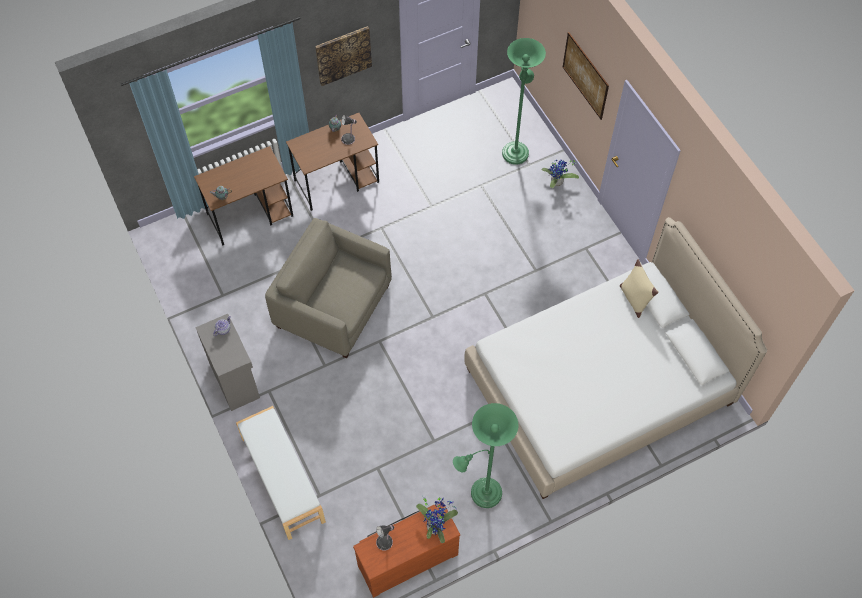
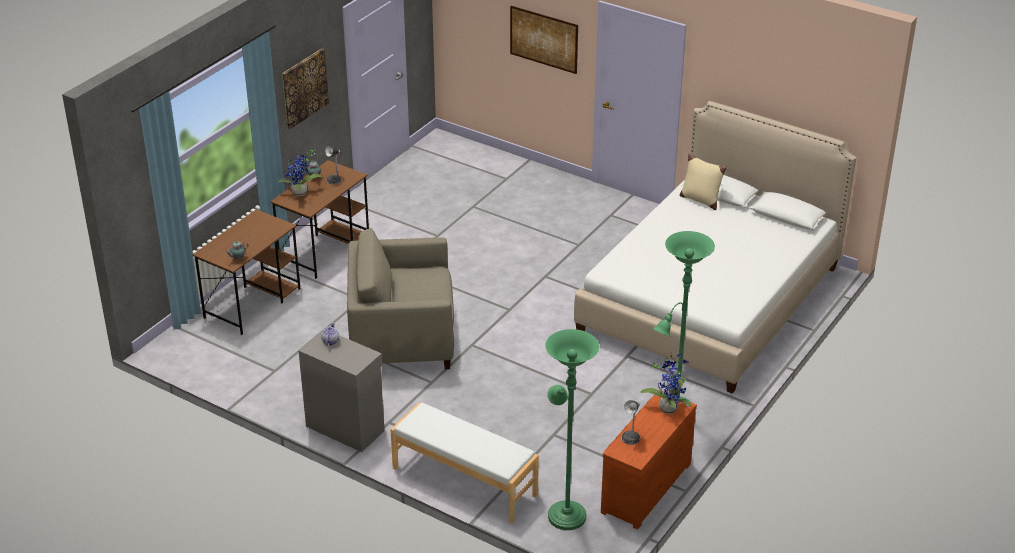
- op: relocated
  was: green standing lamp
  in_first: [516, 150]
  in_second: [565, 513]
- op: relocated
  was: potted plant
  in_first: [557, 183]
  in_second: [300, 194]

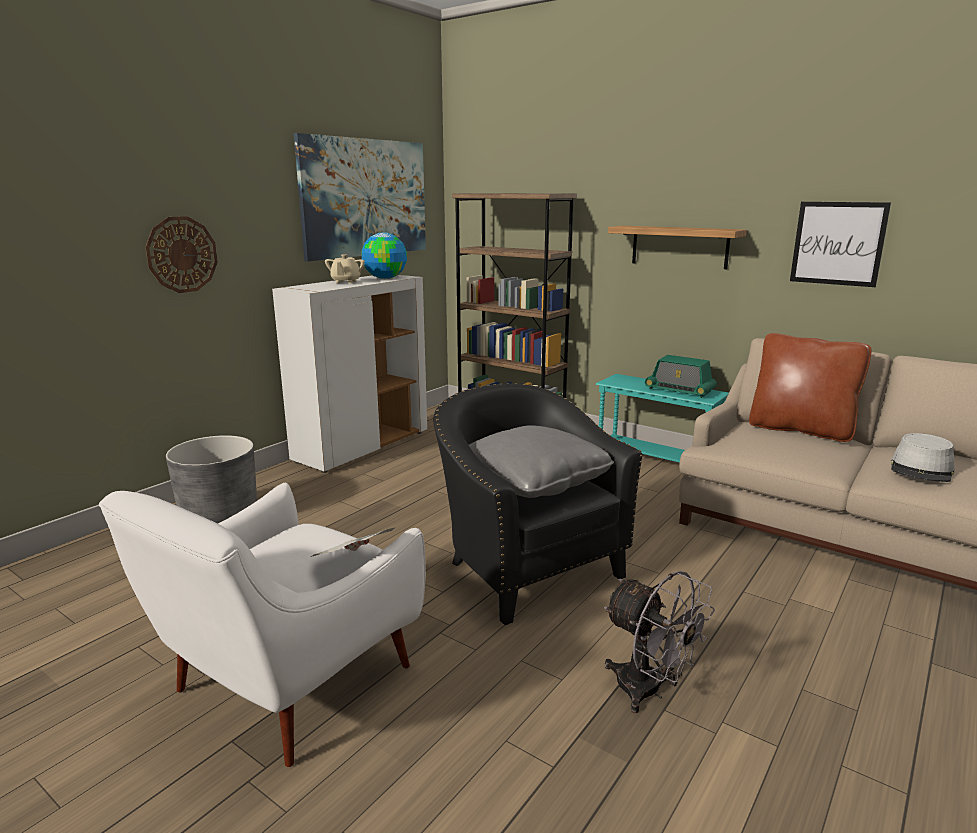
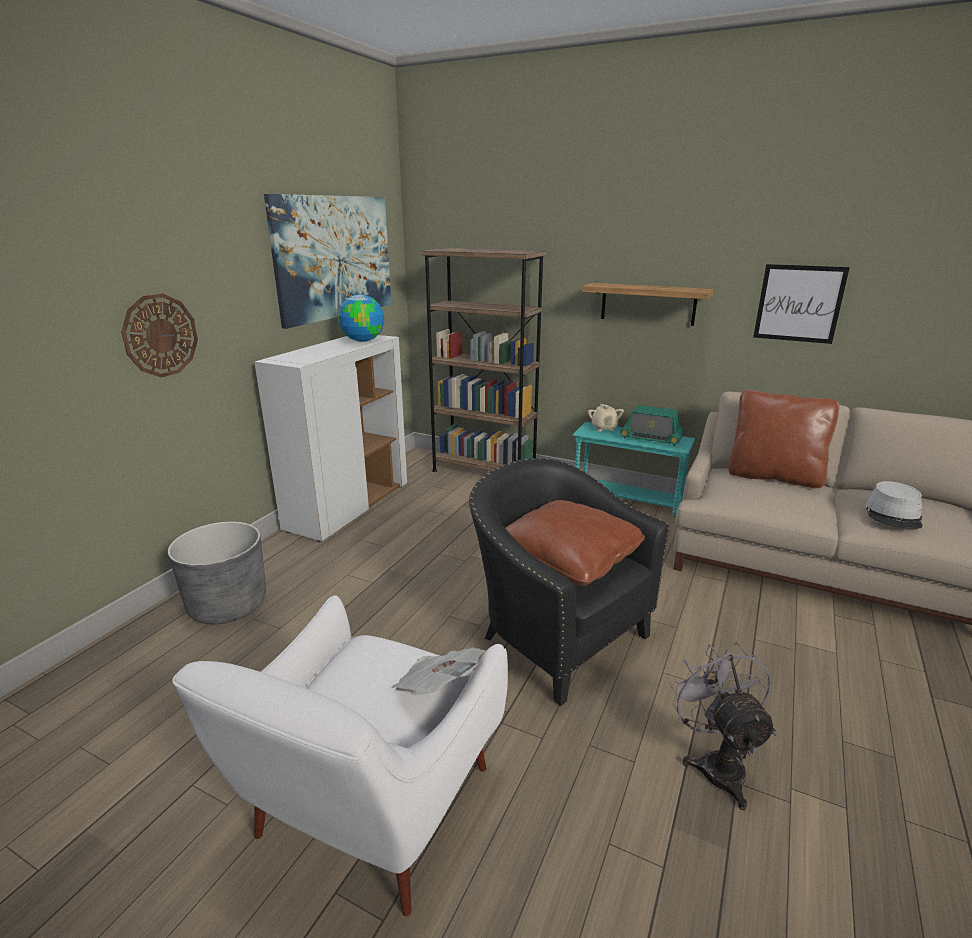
- op: relocated
  was: beige-coloured teapot
  in_first: [345, 282]
  in_second: [604, 428]
- op: colour
  was: greyish throw pillow
  now: brown throw pillow
  in_first: [533, 482]
  in_second: [568, 560]
- op: spun
  was: greyish electric fan
  in_first: [649, 691]
  in_second: [716, 764]
  clockwise: -135

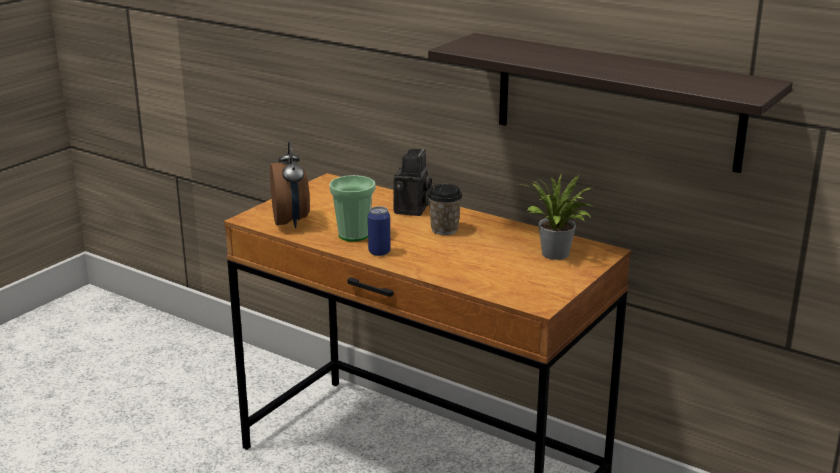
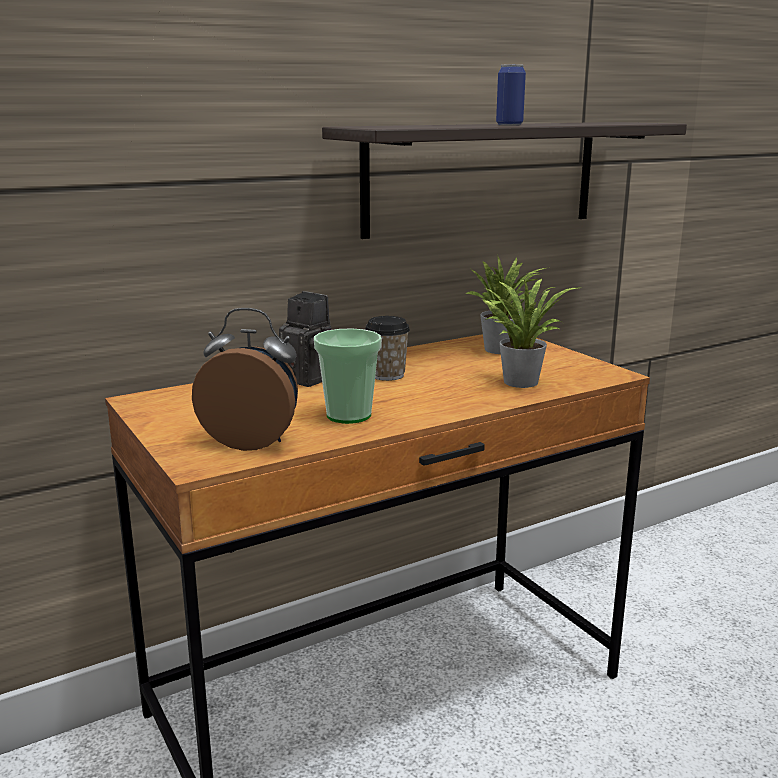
- op: relocated
  was: can
  in_first: [379, 252]
  in_second: [509, 125]
- op: appeared
  now: potted plant
  in_second: [519, 380]

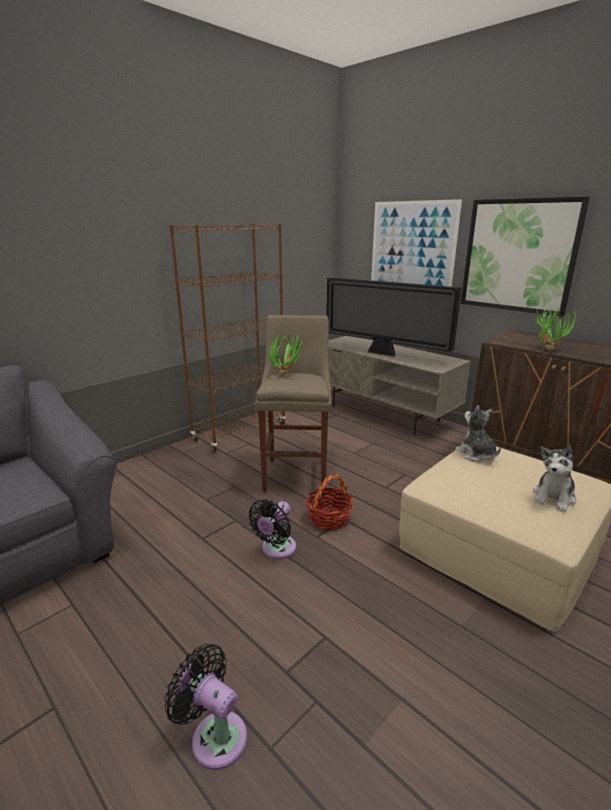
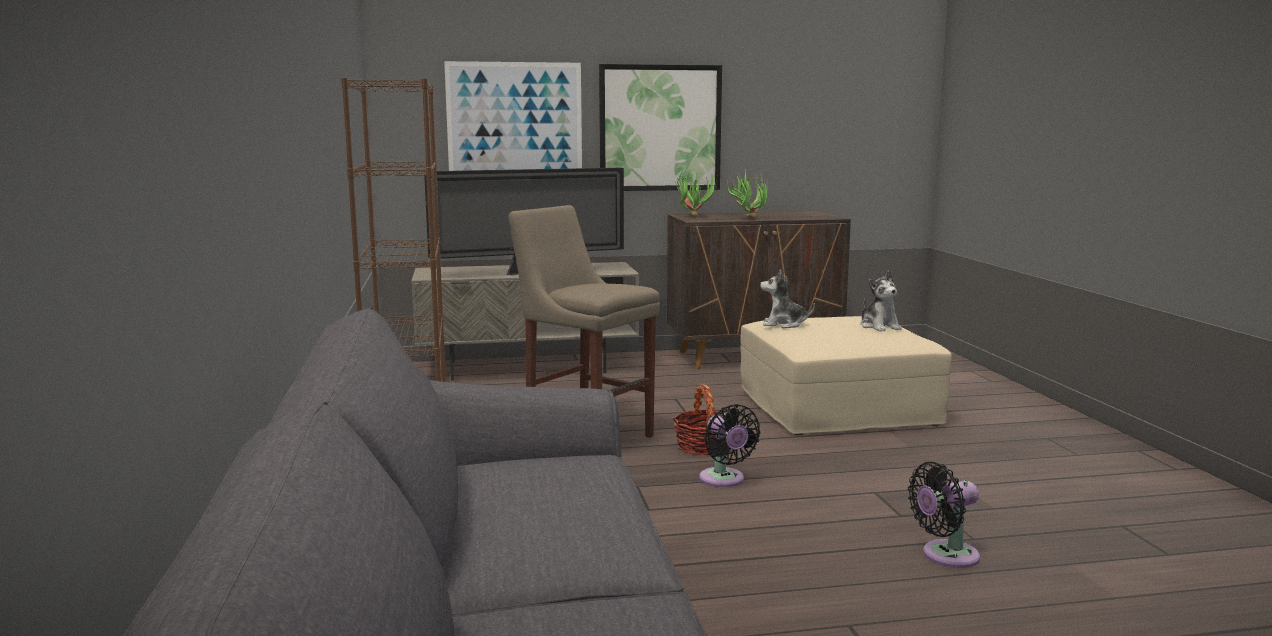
- op: relocated
  was: potted plant
  in_first: [287, 374]
  in_second: [693, 216]

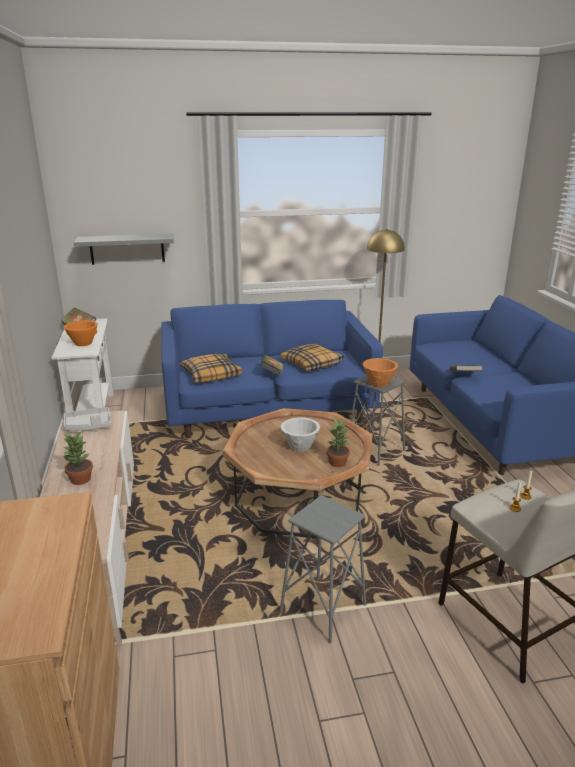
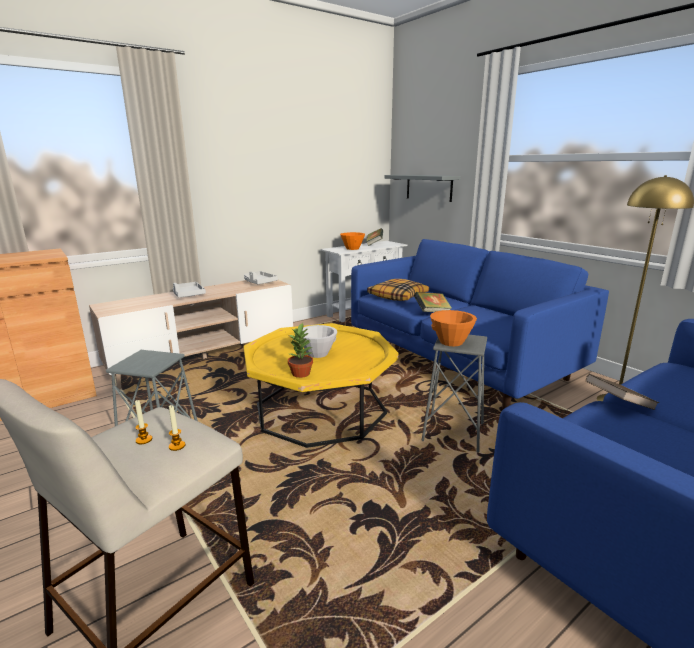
- op: exchanged
  was: potted plant
  now: greyish carrying tray
  in_first: [80, 479]
  in_second: [188, 295]
- op: colour
  was: brown coffee table
  now: yellowish coffee table
  in_first: [298, 498]
  in_second: [320, 410]
- op: missing
  was: throw pillow
  in_first: [312, 364]

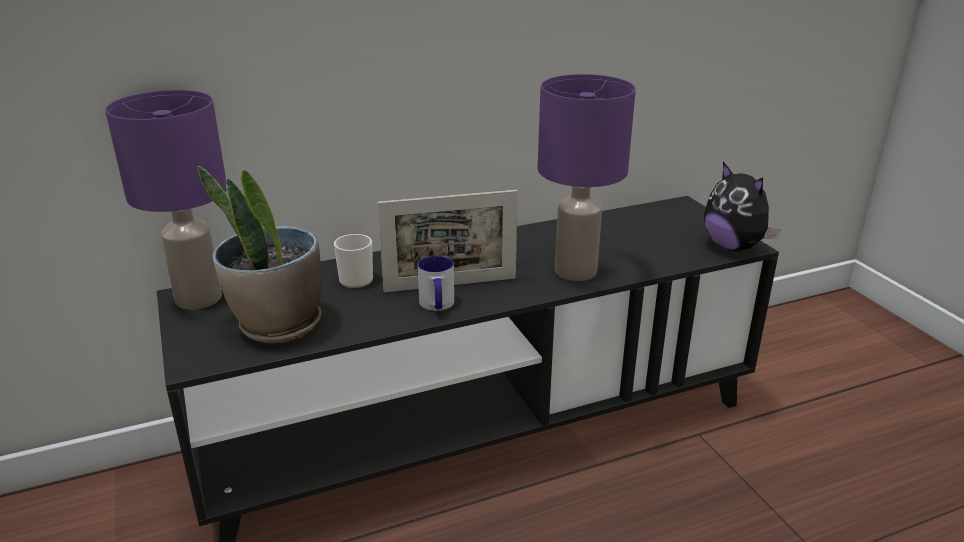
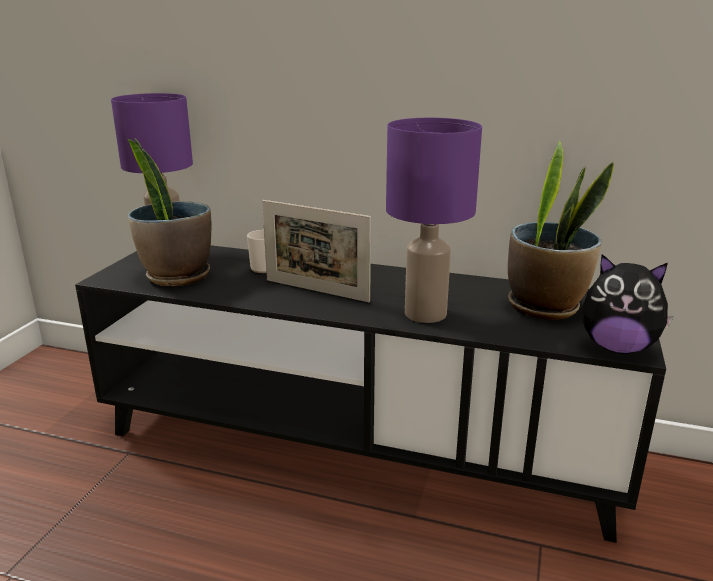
- op: missing
  was: coffee mug
  in_first: [437, 305]
- op: spun
  was: cuddly toy
  in_first: [734, 247]
  in_second: [618, 347]
  clockwise: -75
- op: appeared
  now: potted plant
  in_second: [545, 306]

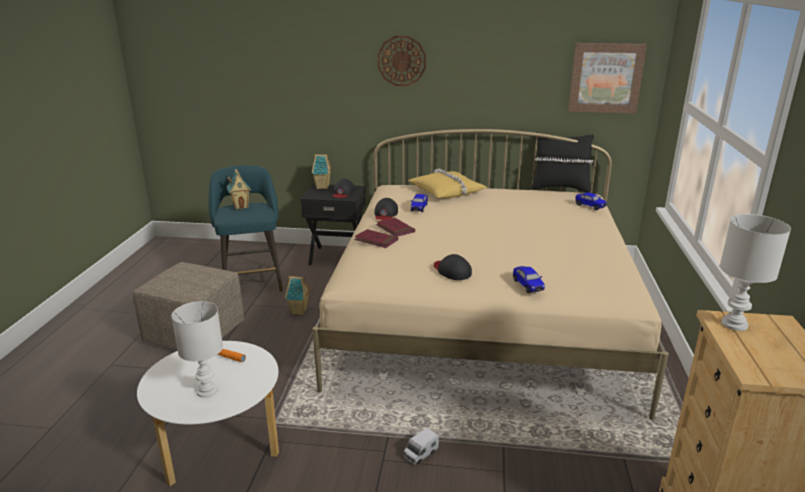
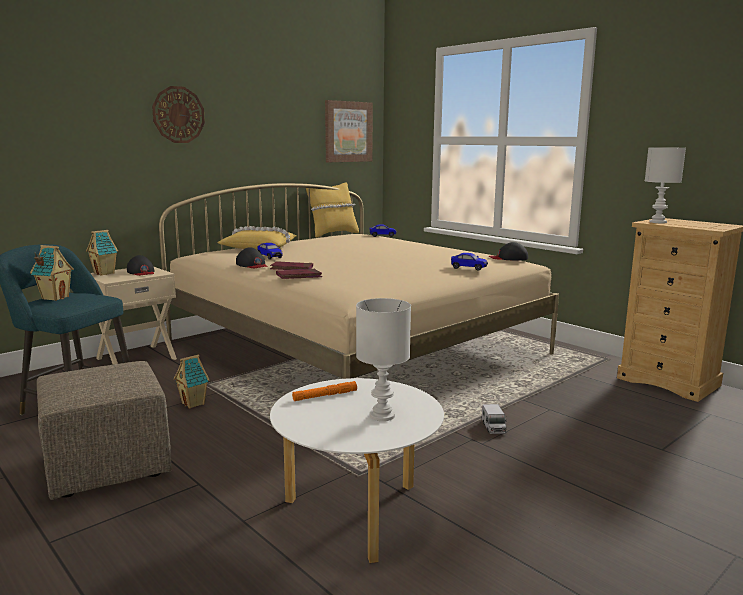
- op: colour
  was: black night table
  now: beige-coloured night table
  in_first: [337, 256]
  in_second: [136, 358]
- op: relocated
  was: black peaked cap
  in_first: [452, 271]
  in_second: [509, 258]
- op: colour
  was: black throw pillow
  now: yellowish throw pillow
  in_first: [560, 188]
  in_second: [332, 234]

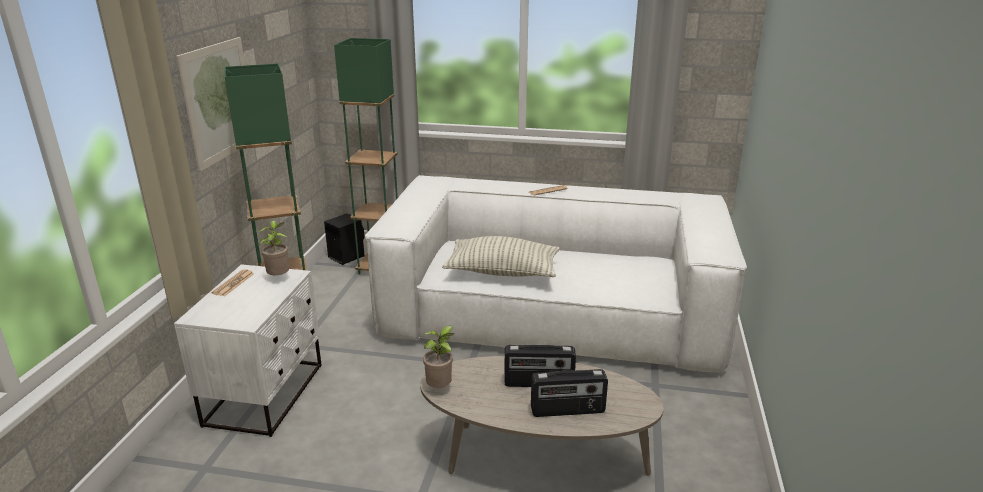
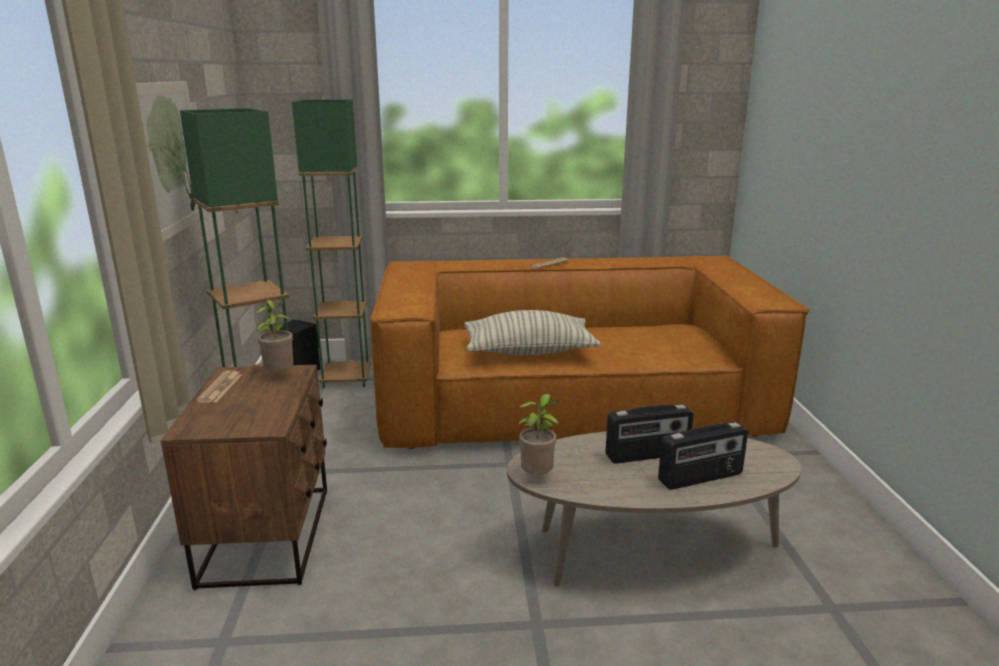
- op: colour
  was: whitish night table
  now: brown night table
  in_first: [266, 394]
  in_second: [269, 535]
- op: colour
  was: whitish couch
  now: brown couch
  in_first: [552, 314]
  in_second: [571, 402]

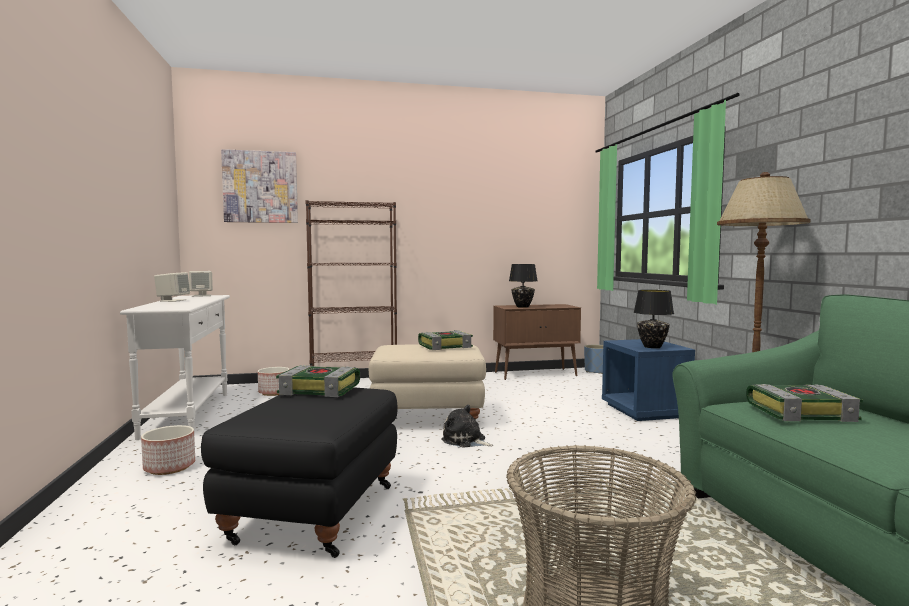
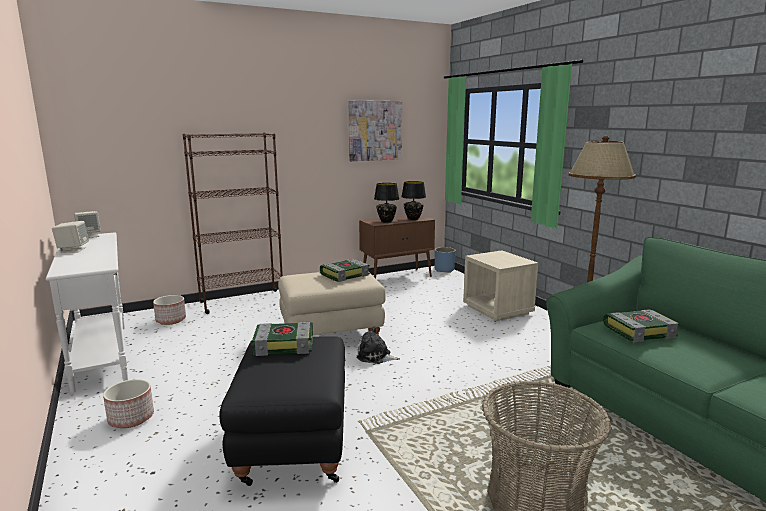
- op: relocated
  was: picture
  in_first: [260, 187]
  in_second: [375, 130]
- op: colour
  was: bluish night table
  now: beige-coloured night table
  in_first: [645, 411]
  in_second: [498, 310]
- op: relocated
  was: black tabletop lamp
  in_first: [652, 347]
  in_second: [413, 219]

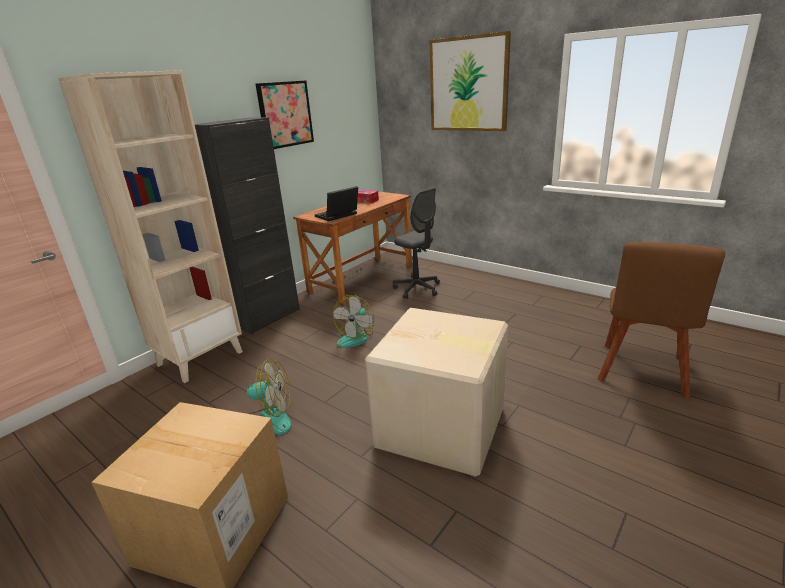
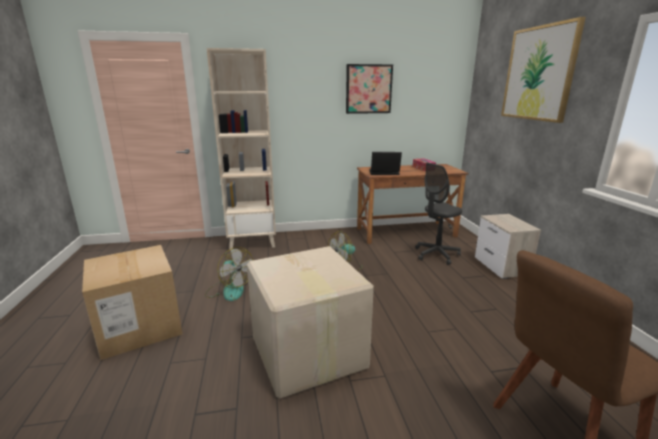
- op: missing
  was: black cupboard
  in_first: [268, 318]
- op: spun
  was: greyish computer chair
  in_first: [417, 289]
  in_second: [436, 255]
  clockwise: 60
- op: appeared
  now: night table
  in_second: [501, 267]

